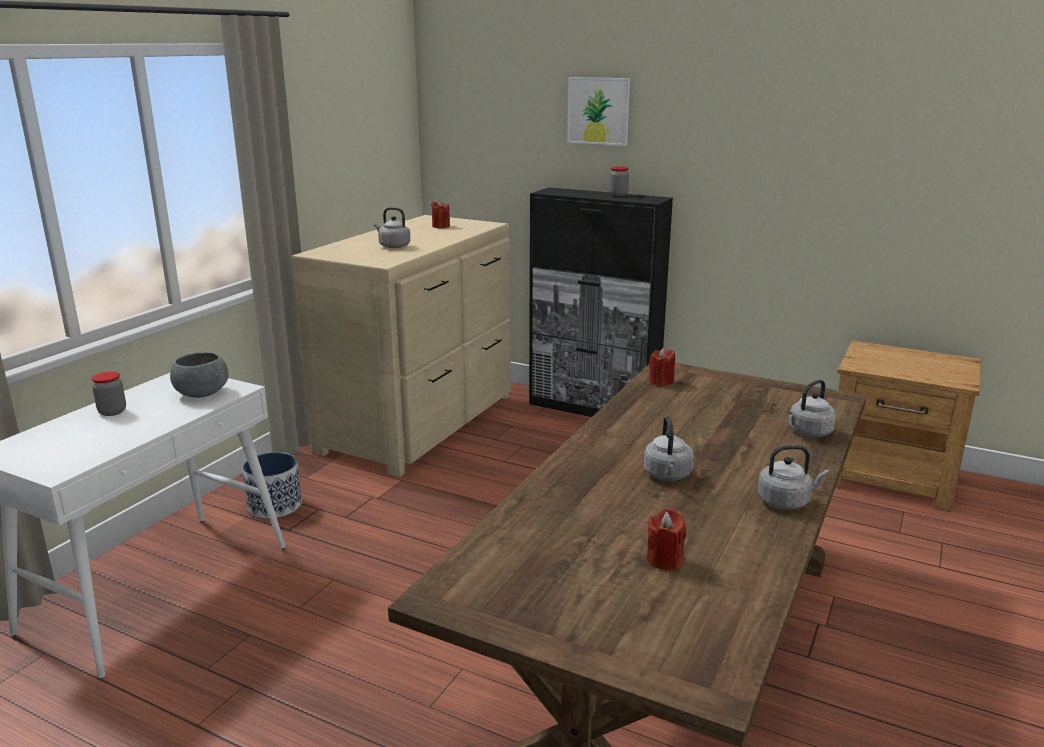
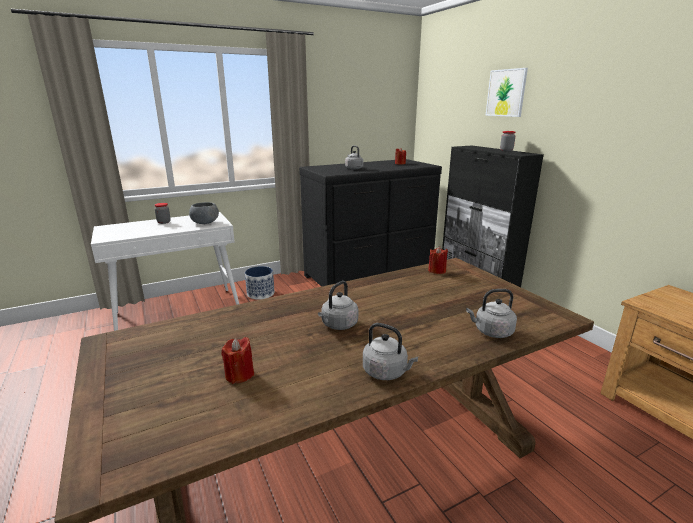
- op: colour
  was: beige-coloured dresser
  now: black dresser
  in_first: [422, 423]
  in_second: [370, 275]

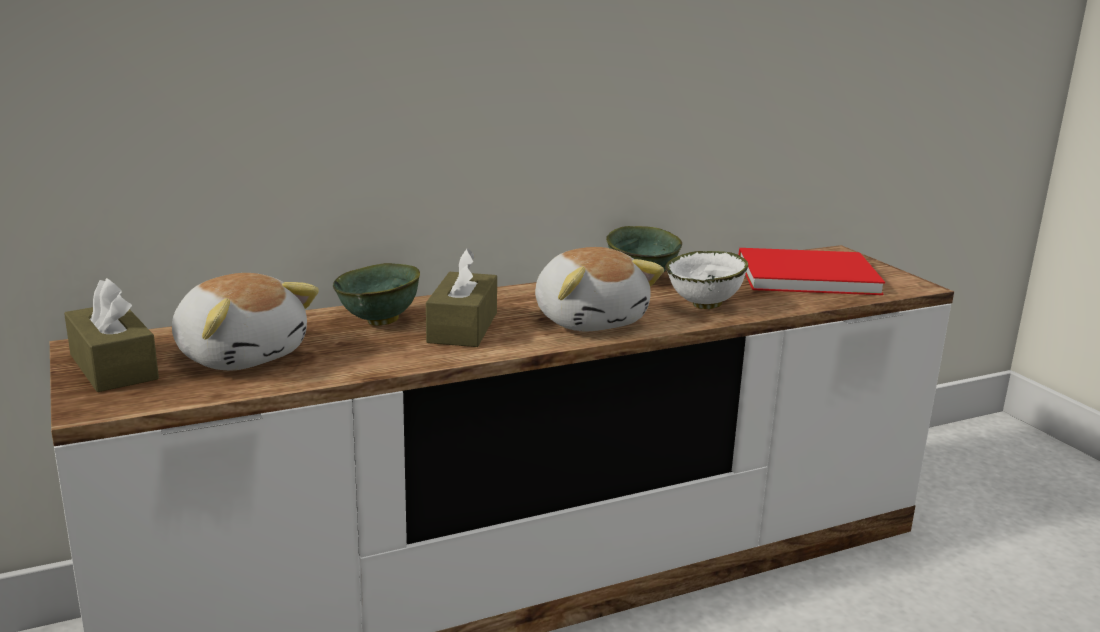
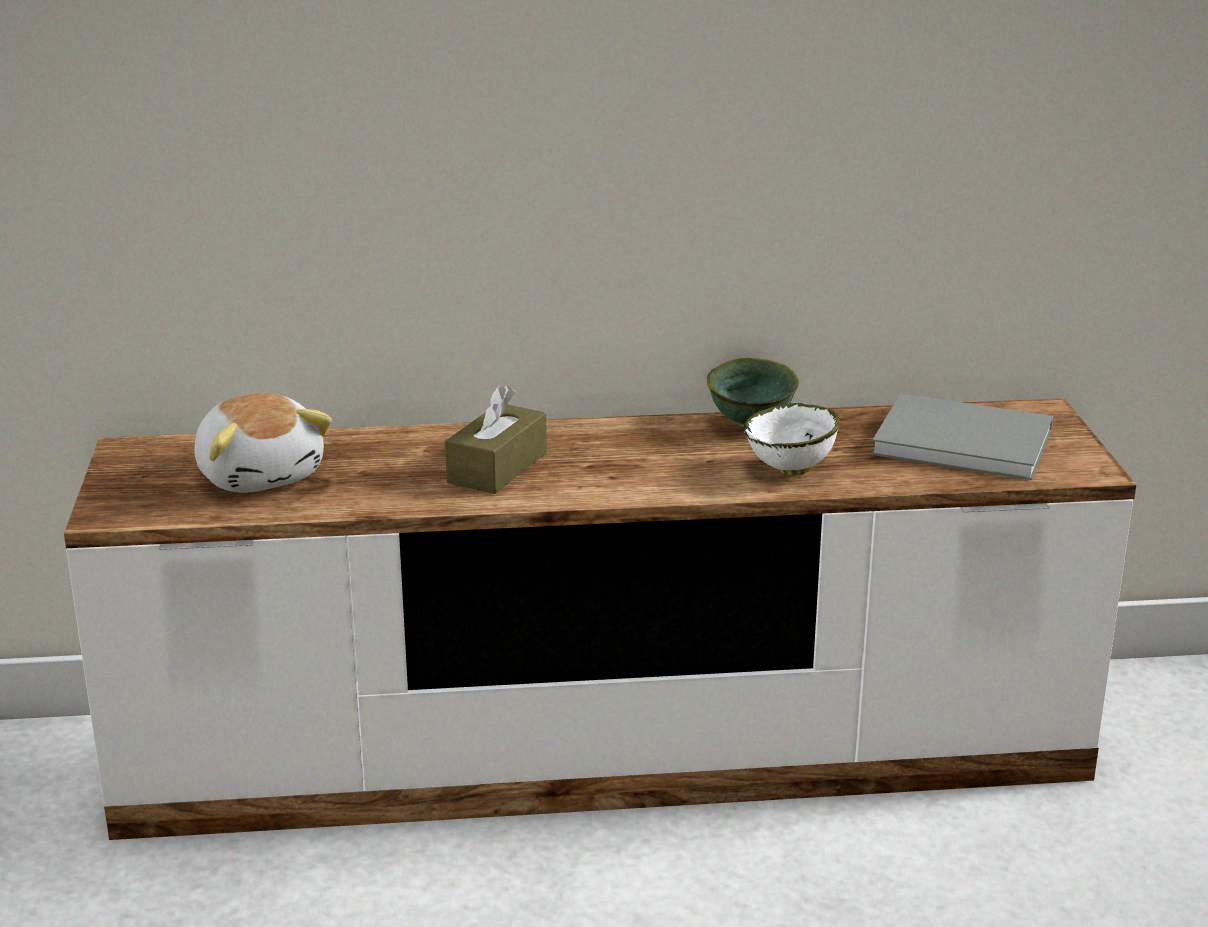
- op: missing
  was: brown tissue holder
  in_first: [113, 367]
- op: missing
  was: green bowl
  in_first: [379, 322]
- op: missing
  was: cuddly toy
  in_first: [590, 320]
- op: colour
  was: red book
  now: greyish book
  in_first: [802, 275]
  in_second: [958, 439]

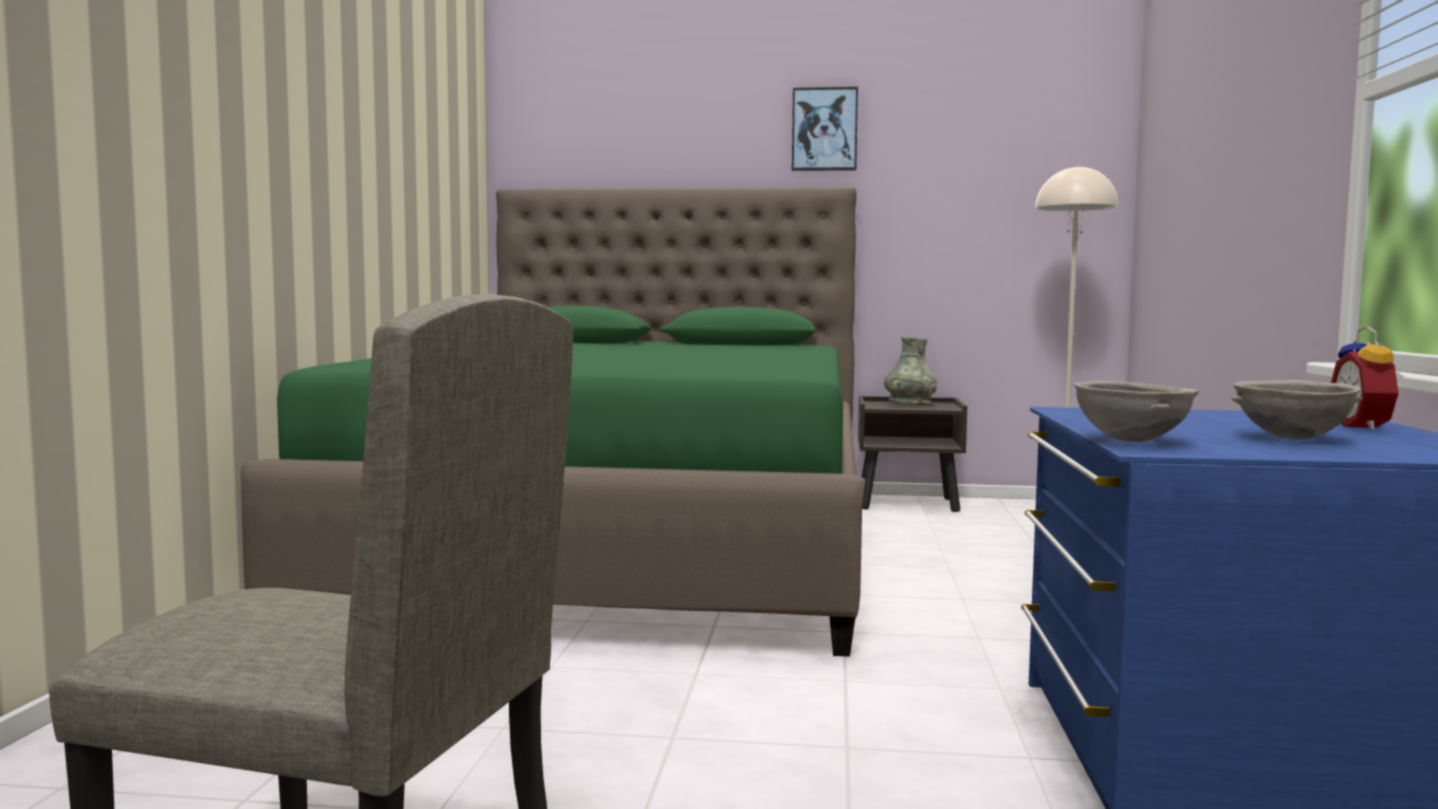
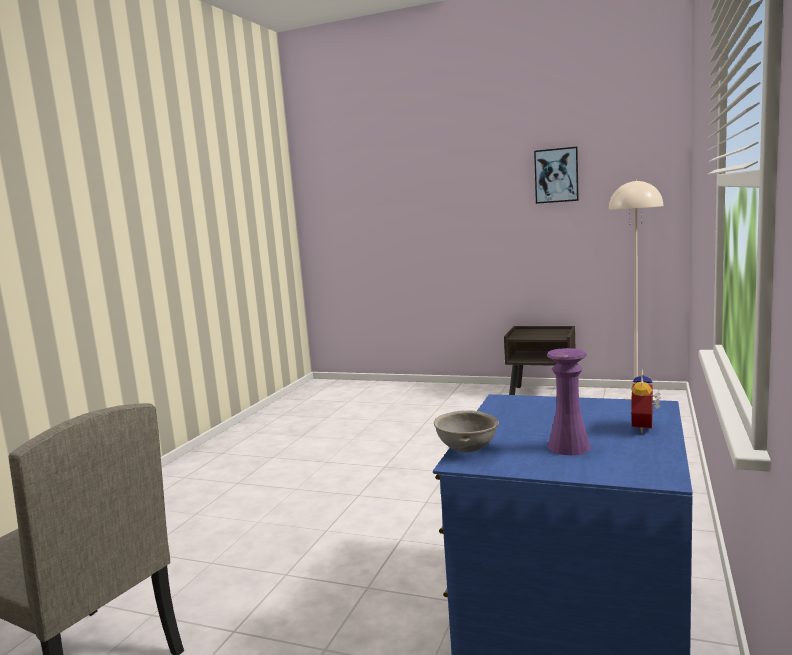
- op: missing
  was: green sleeping bed
  in_first: [628, 544]
- op: relocated
  was: picture
  in_first: [824, 129]
  in_second: [556, 175]
- op: missing
  was: greyish vase
  in_first: [910, 404]
- op: exchanged
  was: greyish bowl
  now: purple-coloured vase
  in_first: [1293, 439]
  in_second: [569, 447]

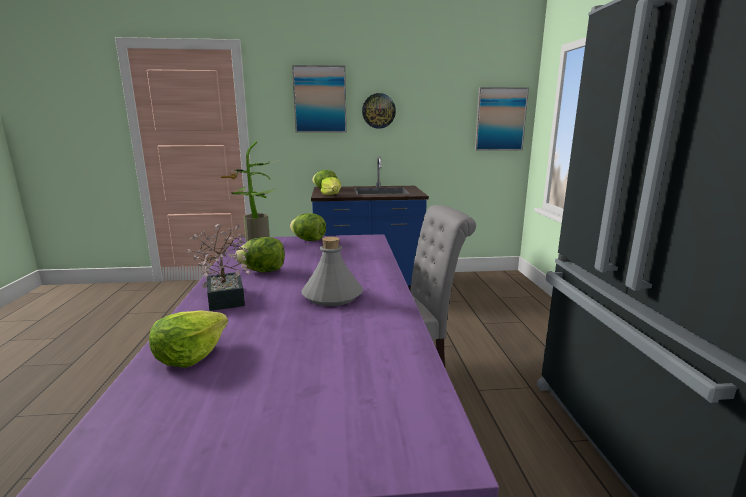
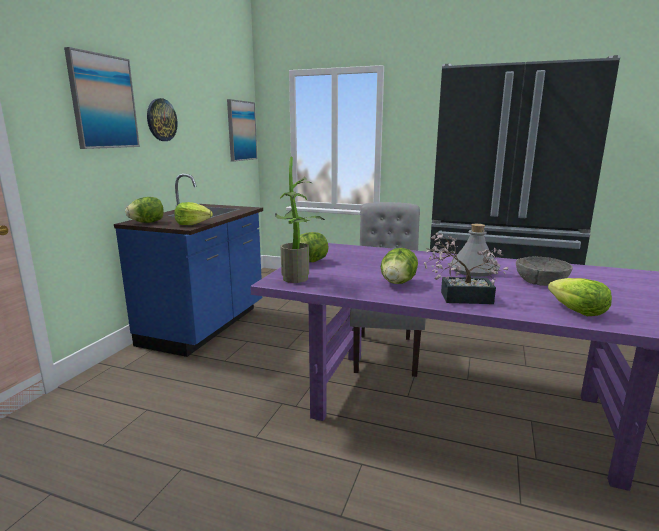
- op: appeared
  now: greyish bowl
  in_second: [540, 282]

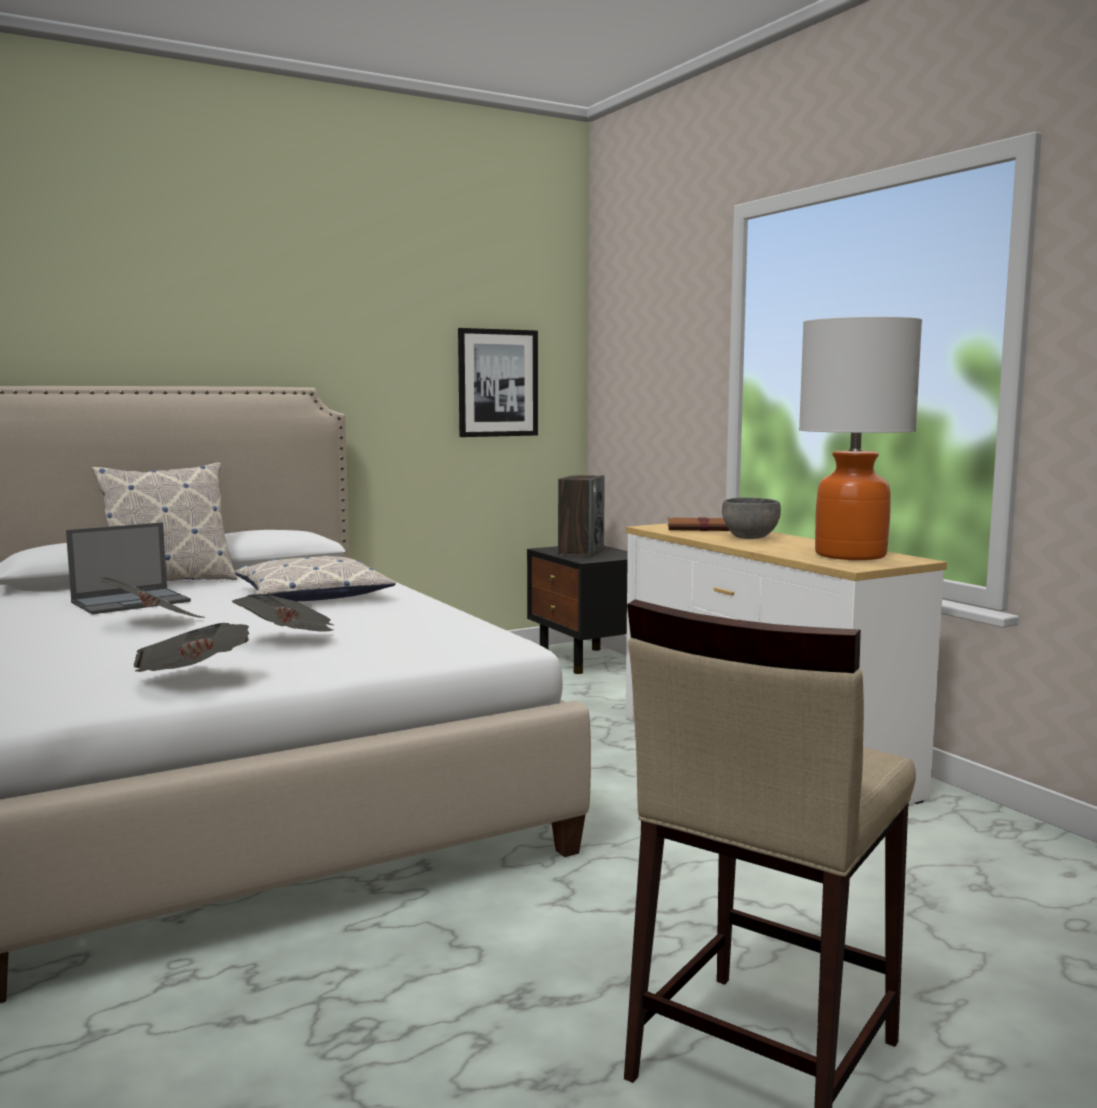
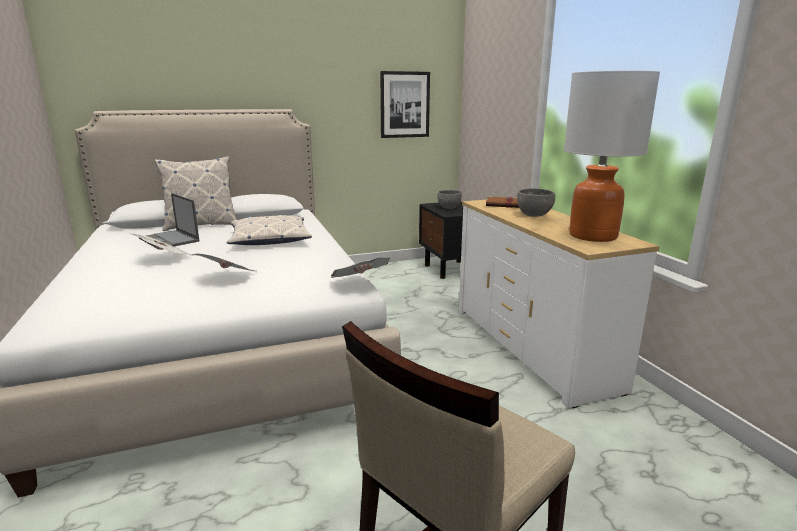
- op: spun
  was: laptop
  in_first: [132, 602]
  in_second: [169, 240]
  clockwise: 75
- op: relocated
  was: daily paper
  in_first: [193, 680]
  in_second: [360, 284]
- op: exchanged
  was: speaker
  now: greyish bowl
  in_first: [581, 552]
  in_second: [449, 208]

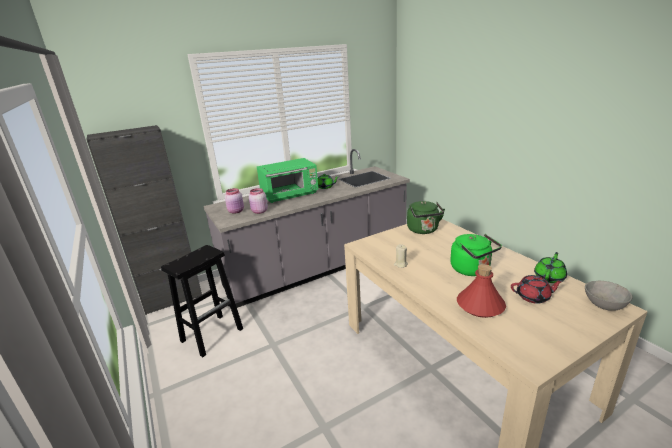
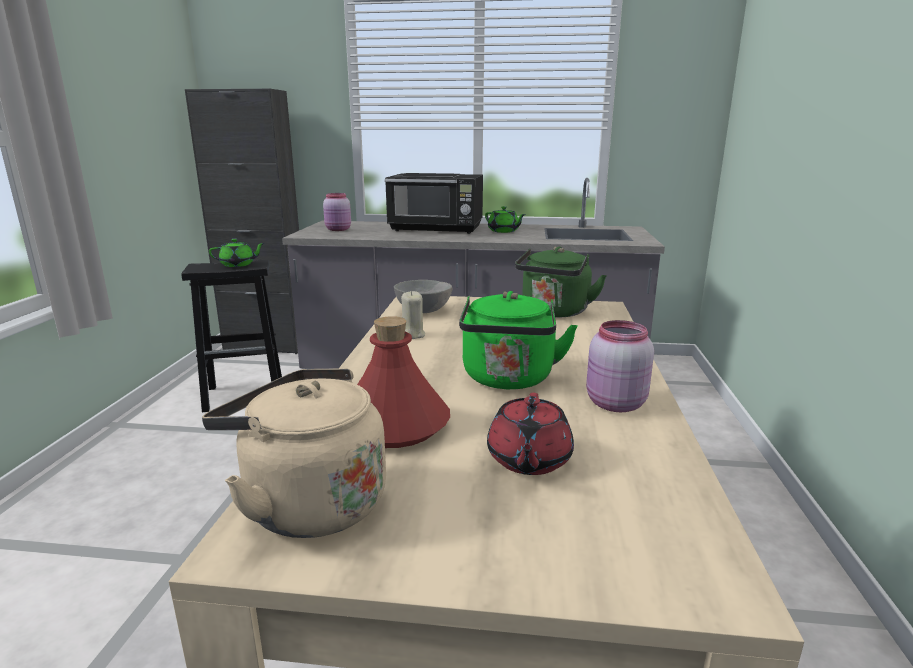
- op: relocated
  was: pink-coloured storage jar
  in_first: [259, 211]
  in_second: [613, 404]
- op: colour
  was: green microwave
  now: black microwave
  in_first: [290, 195]
  in_second: [437, 229]
- op: spun
  was: red teapot
  in_first: [533, 297]
  in_second: [528, 460]
  clockwise: 60
- op: relocated
  was: green teapot
  in_first: [549, 277]
  in_second: [238, 264]
- op: relocated
  was: greyish bowl
  in_first: [603, 305]
  in_second: [423, 311]
- op: appeared
  now: beige-coloured water kettle
  in_second: [309, 503]

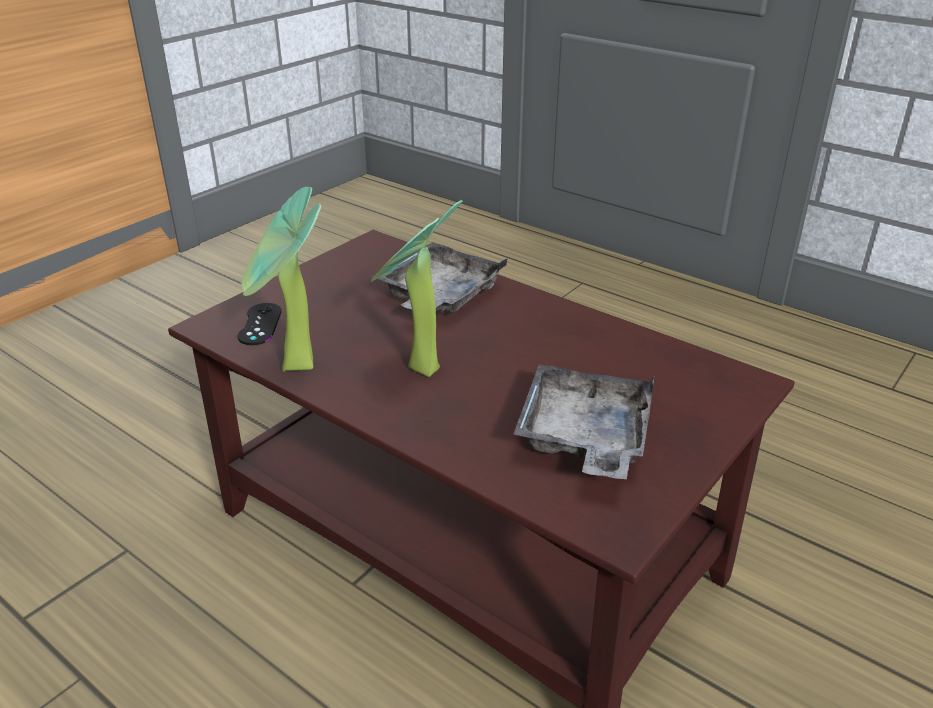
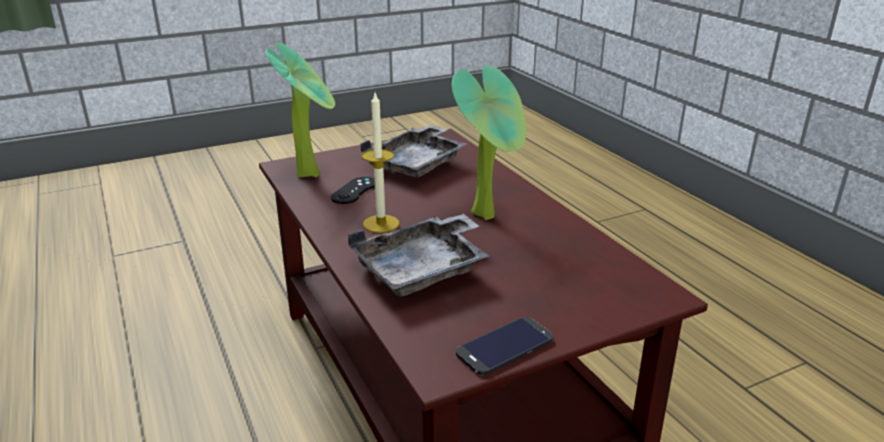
- op: relocated
  was: black gamepad
  in_first: [260, 324]
  in_second: [354, 190]
- op: relocated
  was: potted plant
  in_first: [295, 371]
  in_second: [312, 173]
- op: appeared
  now: candle
  in_second: [381, 224]
- op: appeared
  now: handset
  in_second: [505, 346]

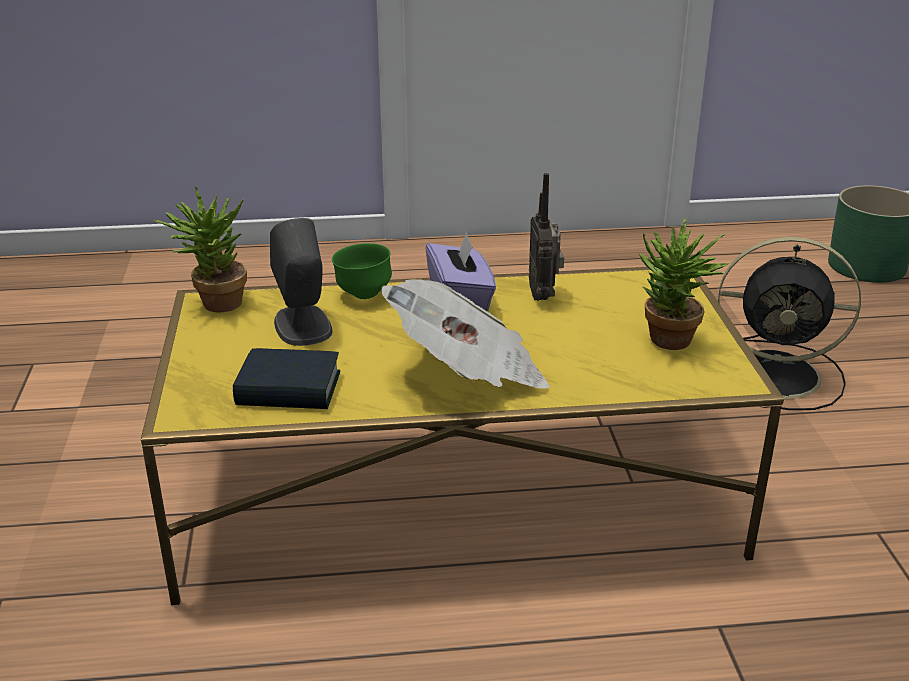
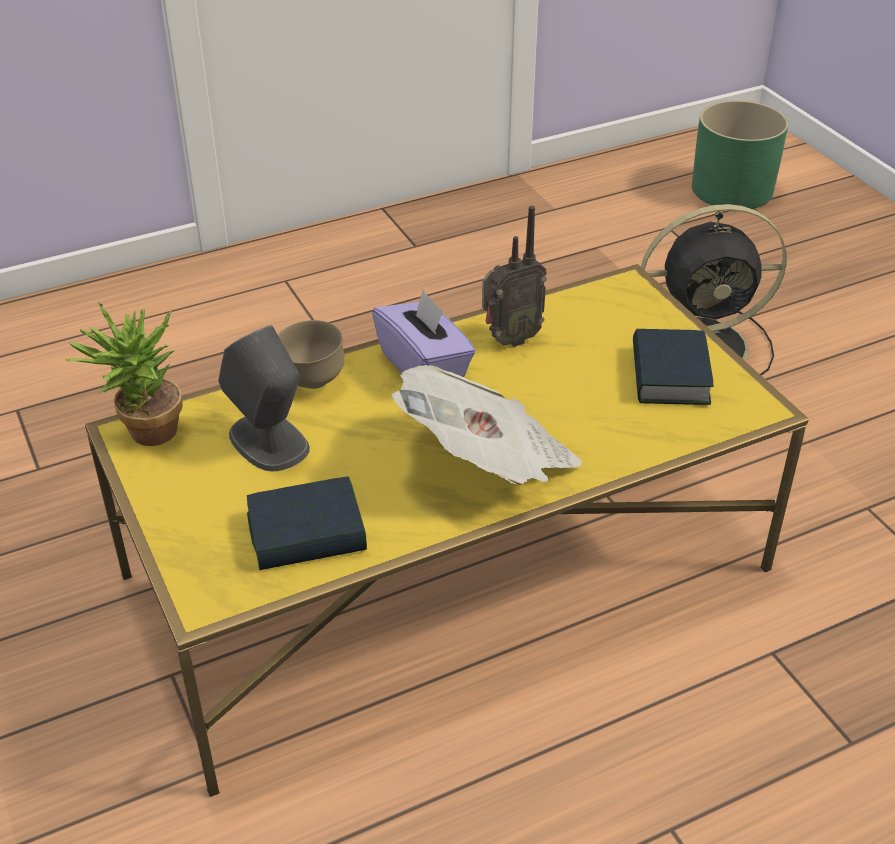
- op: colour
  was: green bowl
  now: brown bowl
  in_first: [363, 295]
  in_second: [312, 382]
- op: spun
  was: radio receiver
  in_first: [544, 295]
  in_second: [509, 339]
  clockwise: -90
- op: exchanged
  was: potted plant
  now: book
  in_first: [669, 344]
  in_second: [669, 376]

